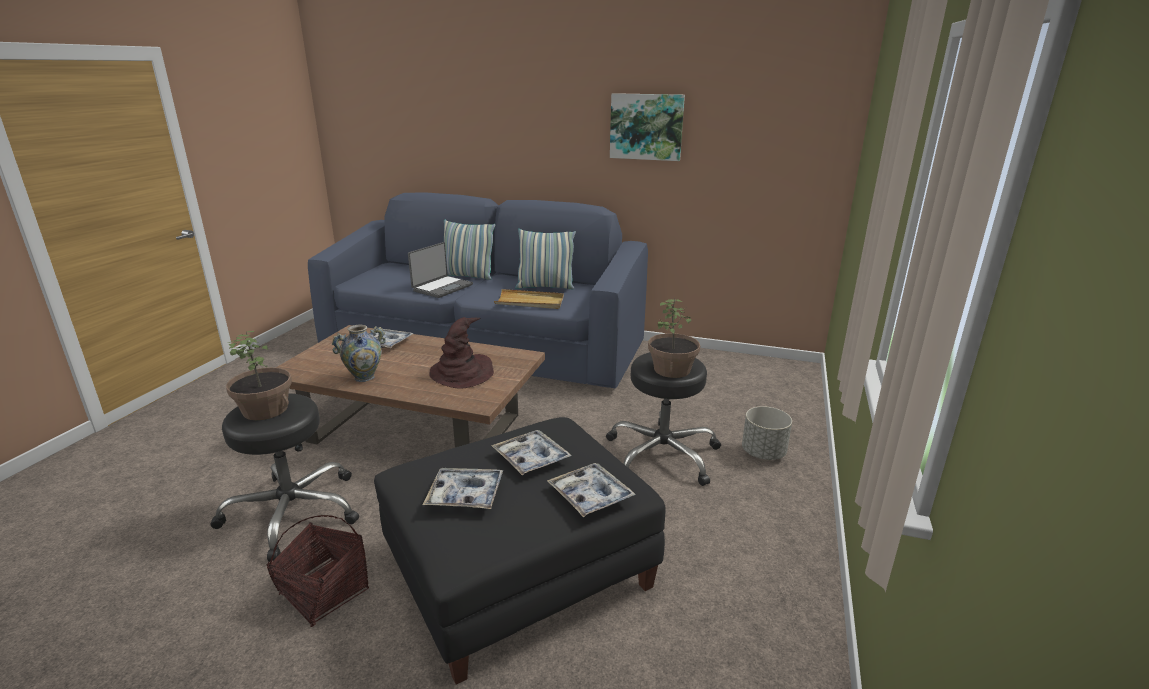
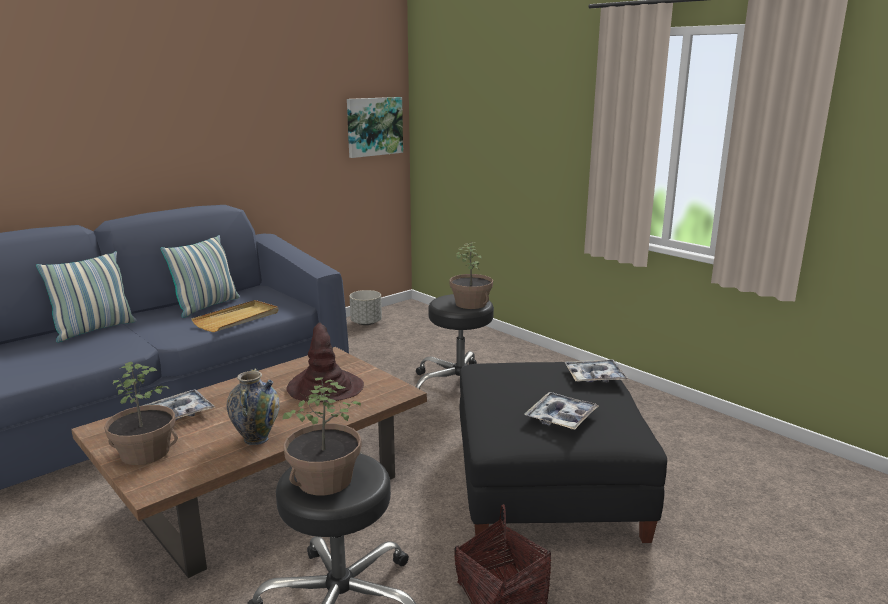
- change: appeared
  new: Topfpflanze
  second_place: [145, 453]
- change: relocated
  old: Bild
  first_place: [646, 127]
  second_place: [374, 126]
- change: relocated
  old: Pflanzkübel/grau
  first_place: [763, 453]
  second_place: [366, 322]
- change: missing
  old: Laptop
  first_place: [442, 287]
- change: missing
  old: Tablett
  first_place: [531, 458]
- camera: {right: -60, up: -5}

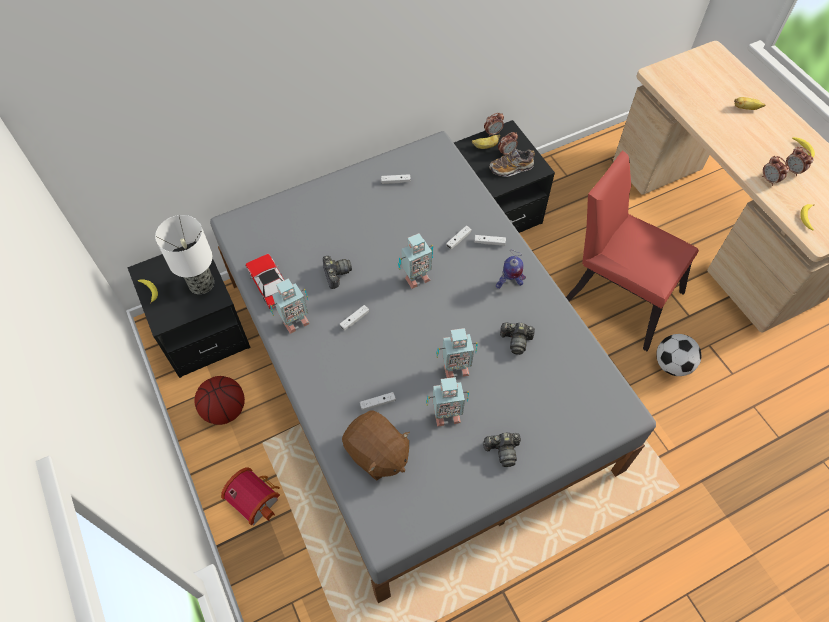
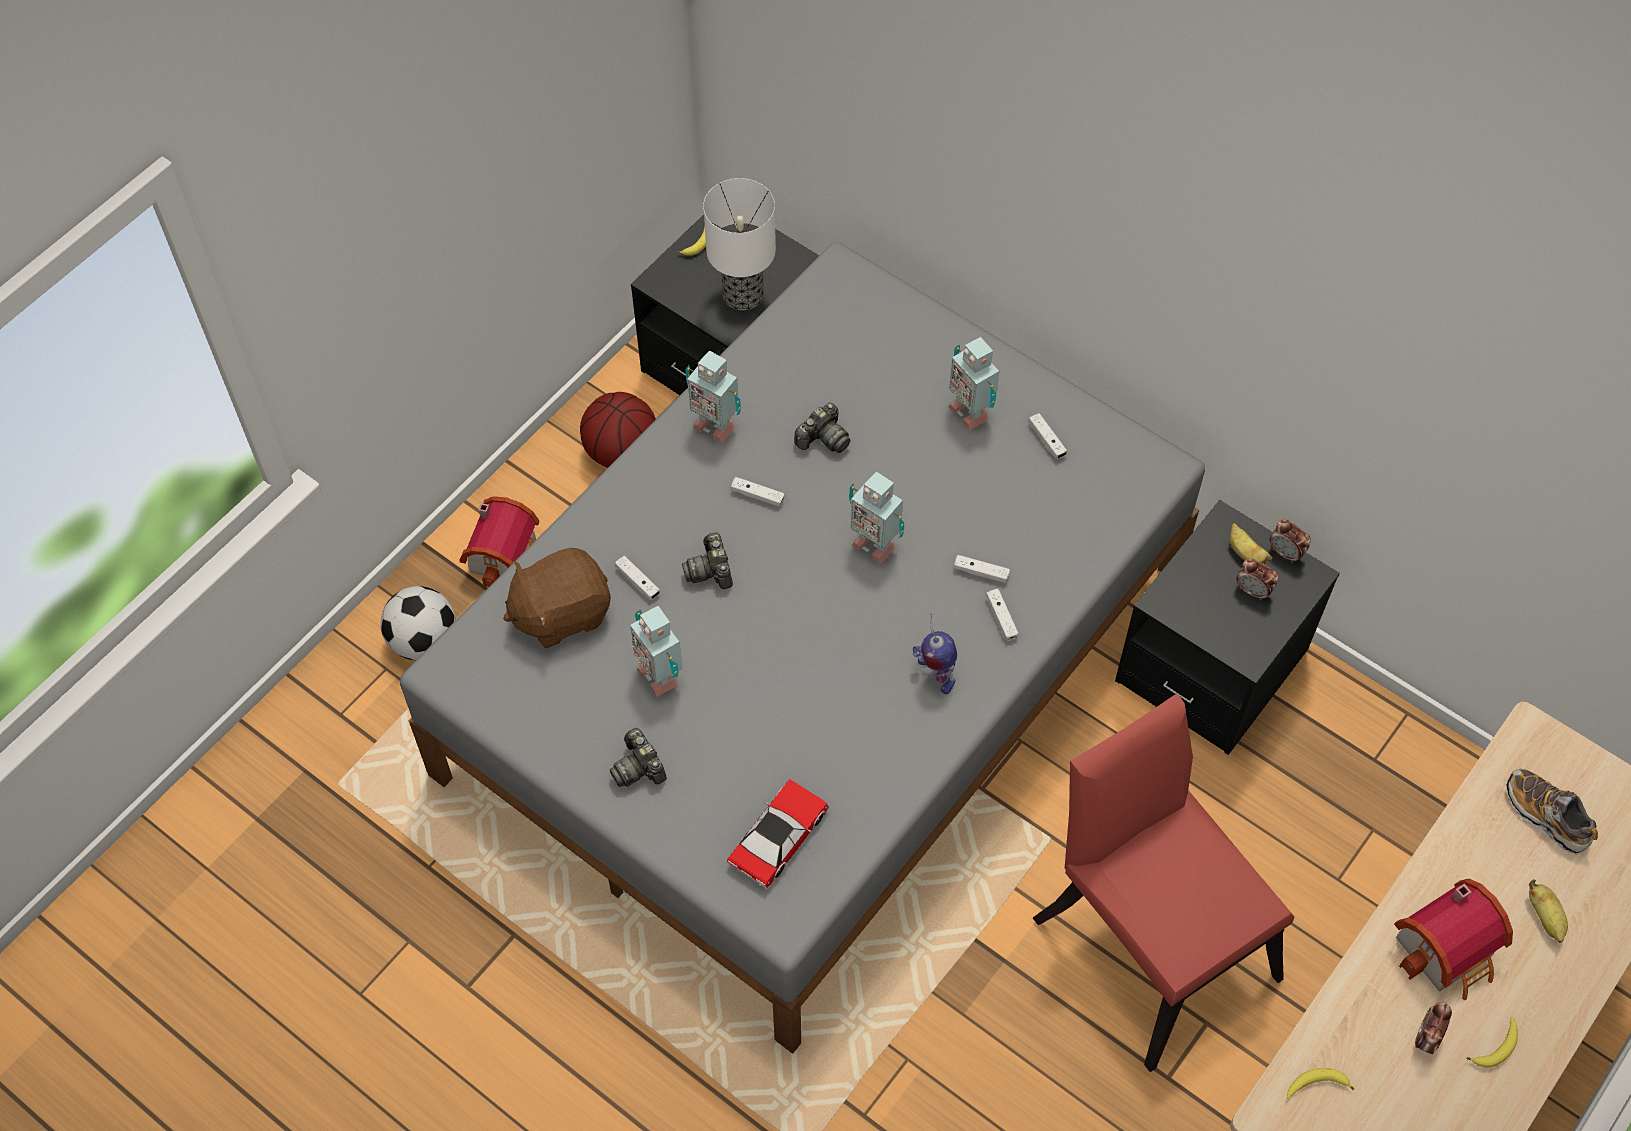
- change: relocated
  old: Fußball
  first_place: [672, 364]
  second_place: [424, 641]
- change: spun
  old: Plüschtier/braun
  first_place: [377, 453]
  second_place: [561, 612]
  degrees: 45
- change: relocated
  old: Kamera
  first_place: [516, 340]
  second_place: [710, 570]
- change: relocated
  old: Spielzeugauto
  first_place: [270, 284]
  second_place: [779, 837]
- change: relocated
  old: Spielzeugroboter
  first_place: [455, 368]
  second_place: [970, 411]
- change: spun
  old: Stuhl/rot
  first_place: [617, 292]
  second_place: [1149, 933]
  degrees: -45
- change: appeared
  new: Spielzeughaus
  second_place: [1449, 951]
- change: relocated
  old: Schuh
  first_place: [511, 168]
  second_place: [1546, 816]
- change: missing
  old: Wecker
  first_place: [769, 180]
- camera: {right: 65, up: 0}

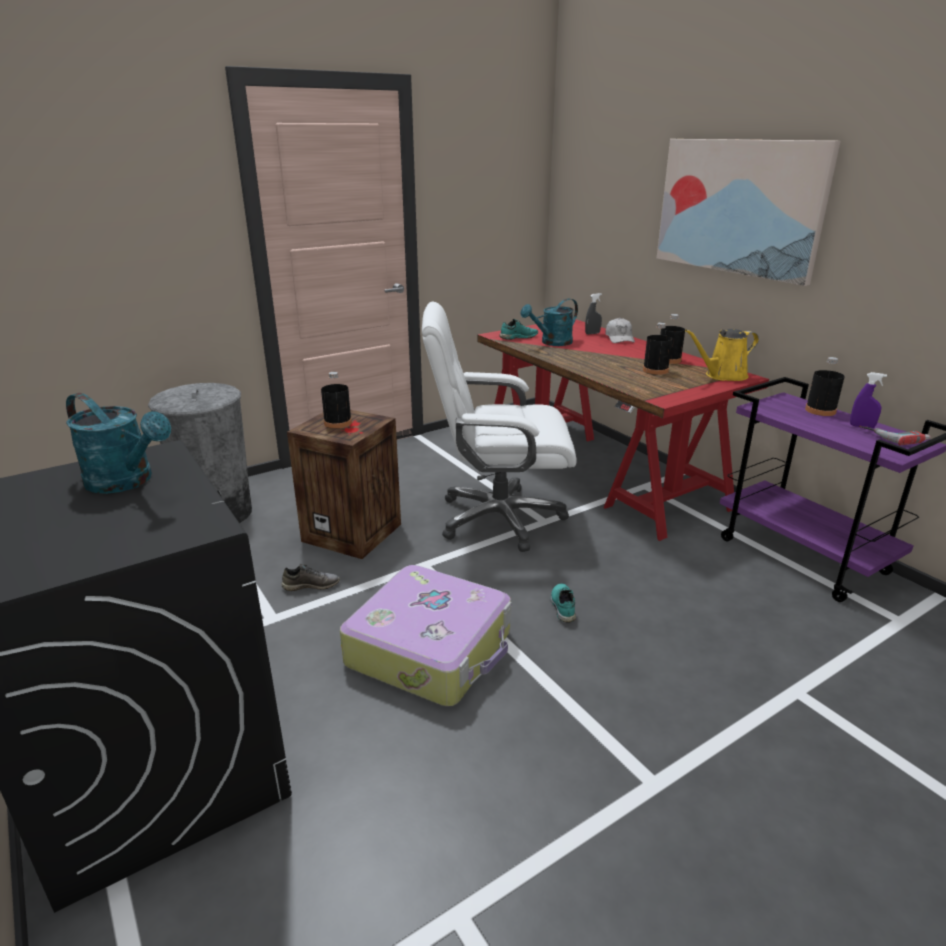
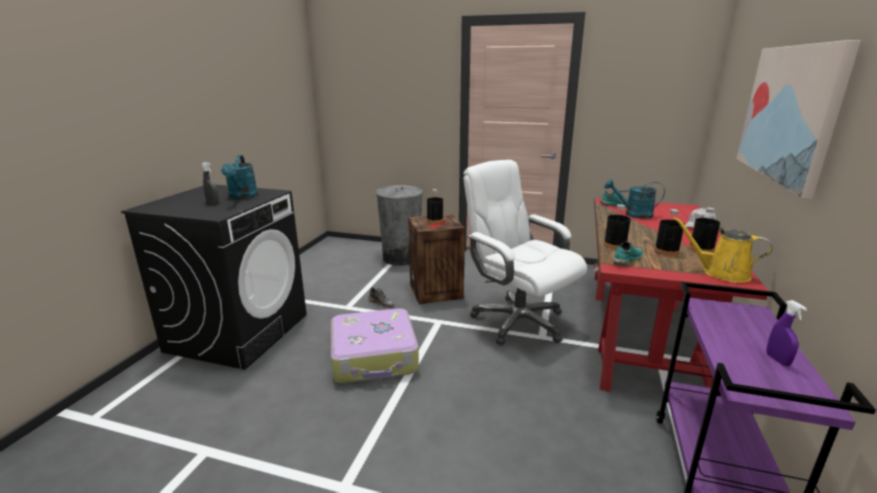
- change: relocated
  old: Sprühflasche/grau
  first_place: [592, 333]
  second_place: [213, 202]
- change: relocated
  old: Flasche/schwarz
  first_place: [820, 410]
  second_place: [615, 245]
- change: relocated
  old: Schuh/türkis
  first_place: [562, 606]
  second_place: [626, 259]
- change: missing
  old: Bohrmaschine
  first_place: [894, 436]
- camera: {right: 50, up: -5}

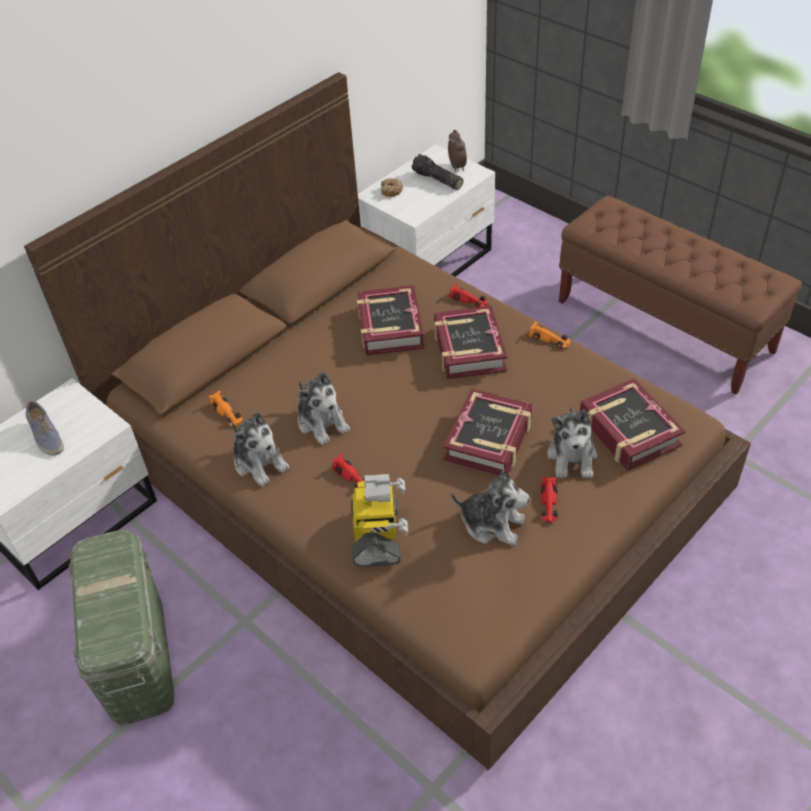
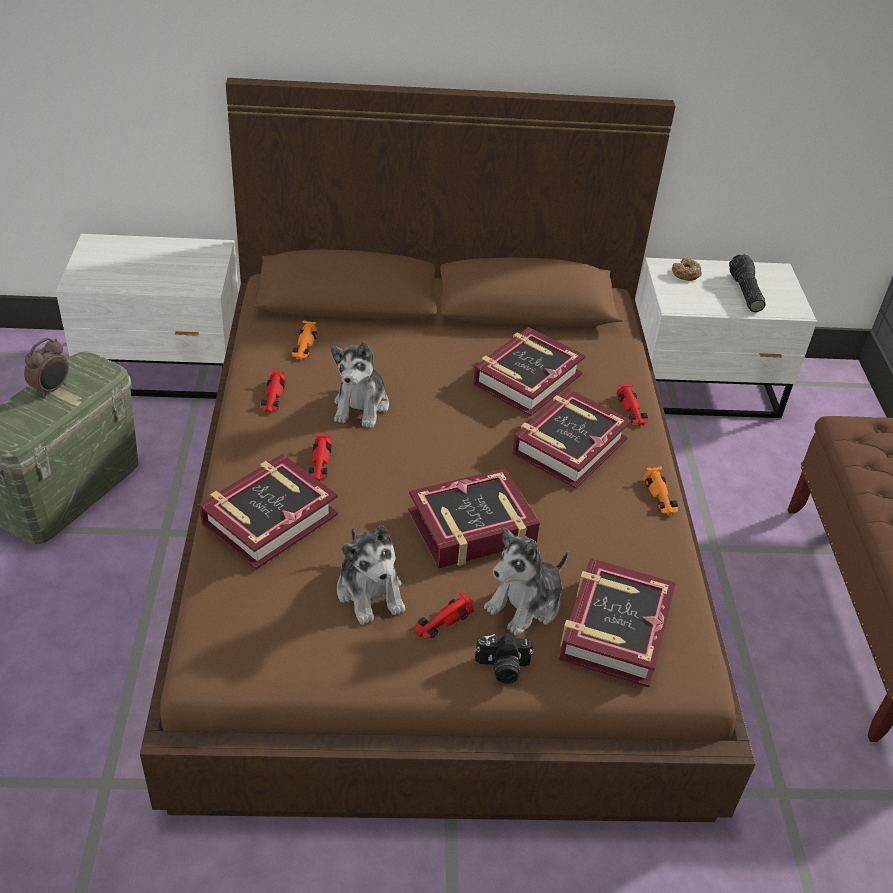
- change: relocated
  old: Wecker
  first_place: [457, 166]
  second_place: [52, 389]
- change: exchanged
  old: Spielzeugroboter
  new: Buch
  first_place: [378, 536]
  second_place: [269, 519]
- change: exchanged
  old: Plüschtier
  new: Spielzeugauto/rot
  first_place: [260, 462]
  second_place: [273, 397]
- change: appeared
  new: Kamera
  second_place: [502, 668]
- change: missing
  old: Schuh
  first_place: [45, 436]
- camera: {right: 40, up: -5}

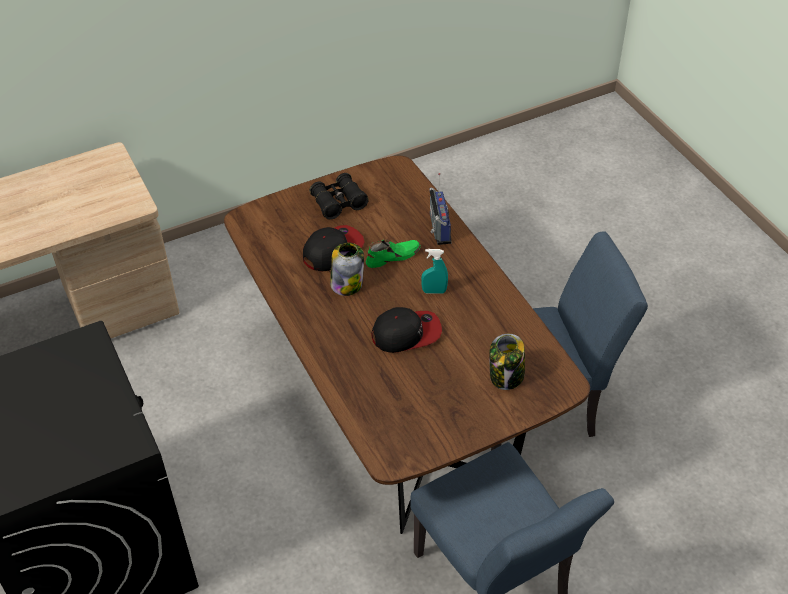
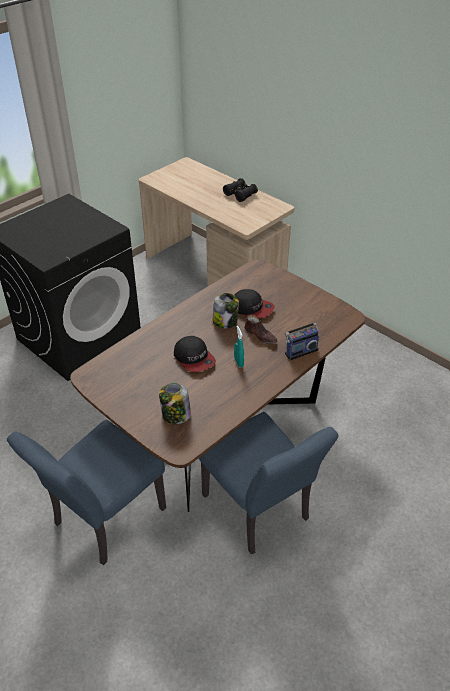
- change: relocated
  old: Fernglas/schwarz
  first_place: [339, 203]
  second_place: [240, 194]
- change: colour
  old: Schuh/grün
  new: Schuh/braun
  first_place: [392, 256]
  second_place: [261, 335]
- camera: {right: 70, up: -5}

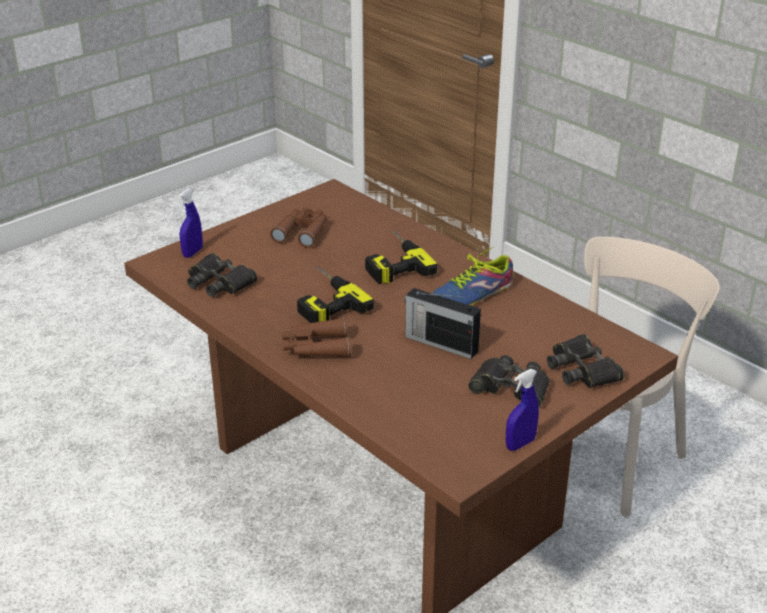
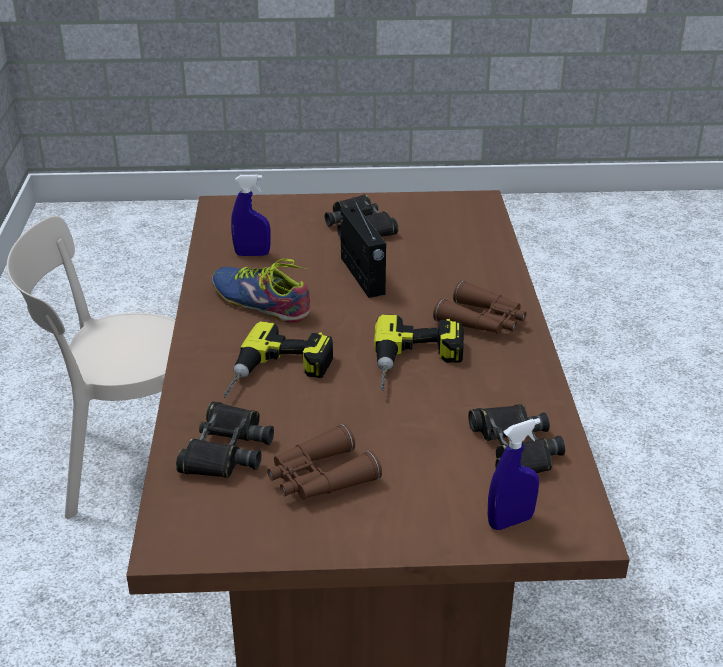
- change: relocated
  old: Fernglas/schwarz
  first_place: [582, 369]
  second_place: [226, 450]
- change: spun
  old: Schuh
  first_place: [473, 295]
  second_place: [260, 302]
  degrees: -150
- change: relocated
  old: Sprühflasche/blau
  first_place: [520, 444]
  second_place: [252, 254]
- camera: {right: -140, up: 0}

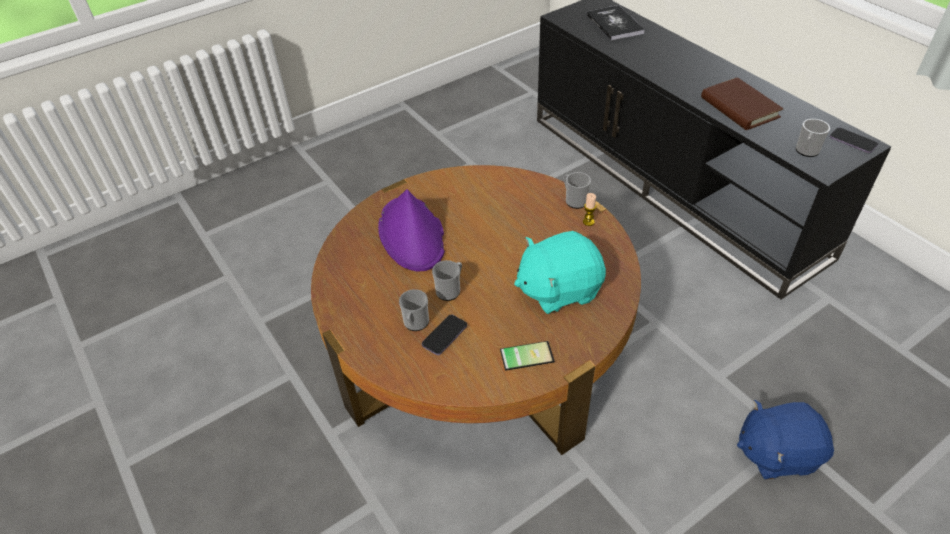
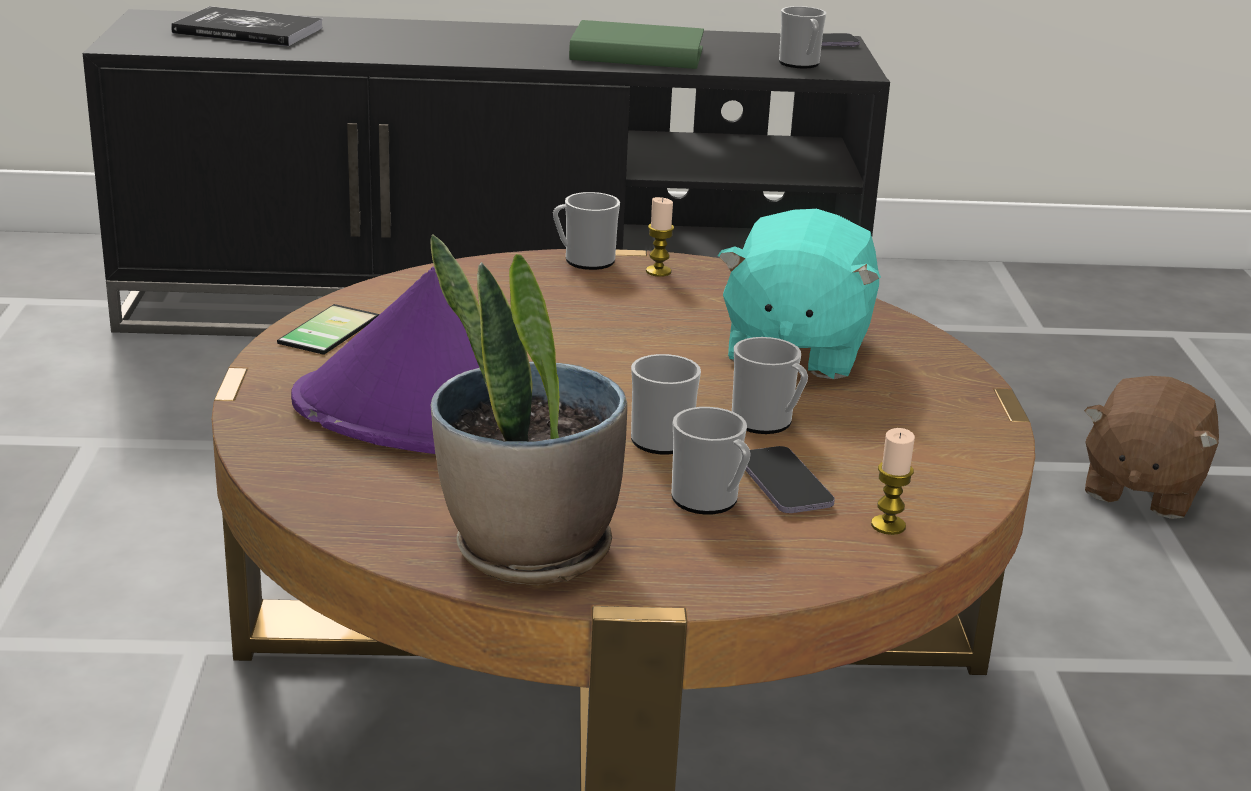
- change: relocated
  old: Handy
  first_place: [526, 353]
  second_place: [324, 329]
- change: appeared
  new: Topfpflanze
  second_place: [528, 551]
- change: colour
  old: Buch/braun
  new: Buch/grün
  first_place: [739, 107]
  second_place: [637, 54]
- change: appeared
  new: Henkelbecher
  second_place: [767, 423]
- change: appeared
  new: Kerze
  second_place: [888, 525]
- change: colour
  old: Plüschtier/blau
  new: Plüschtier/braun
  first_place: [776, 453]
  second_place: [1140, 489]
- camera: {right: -60, up: -20}

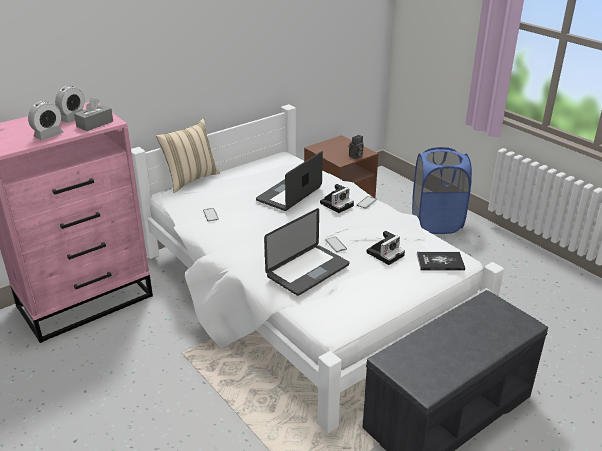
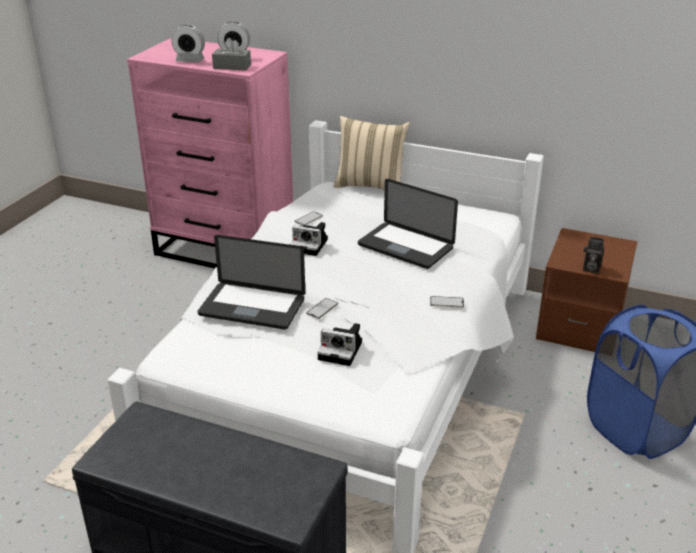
- change: relocated
  old: Kamera
  first_place: [337, 204]
  second_place: [310, 245]
- change: spun
  old: Laptop
  first_place: [289, 194]
  second_place: [405, 247]
  degrees: -150
- change: missing
  old: Buch
  first_place: [440, 262]
- camera: {right: 60, up: 0}

